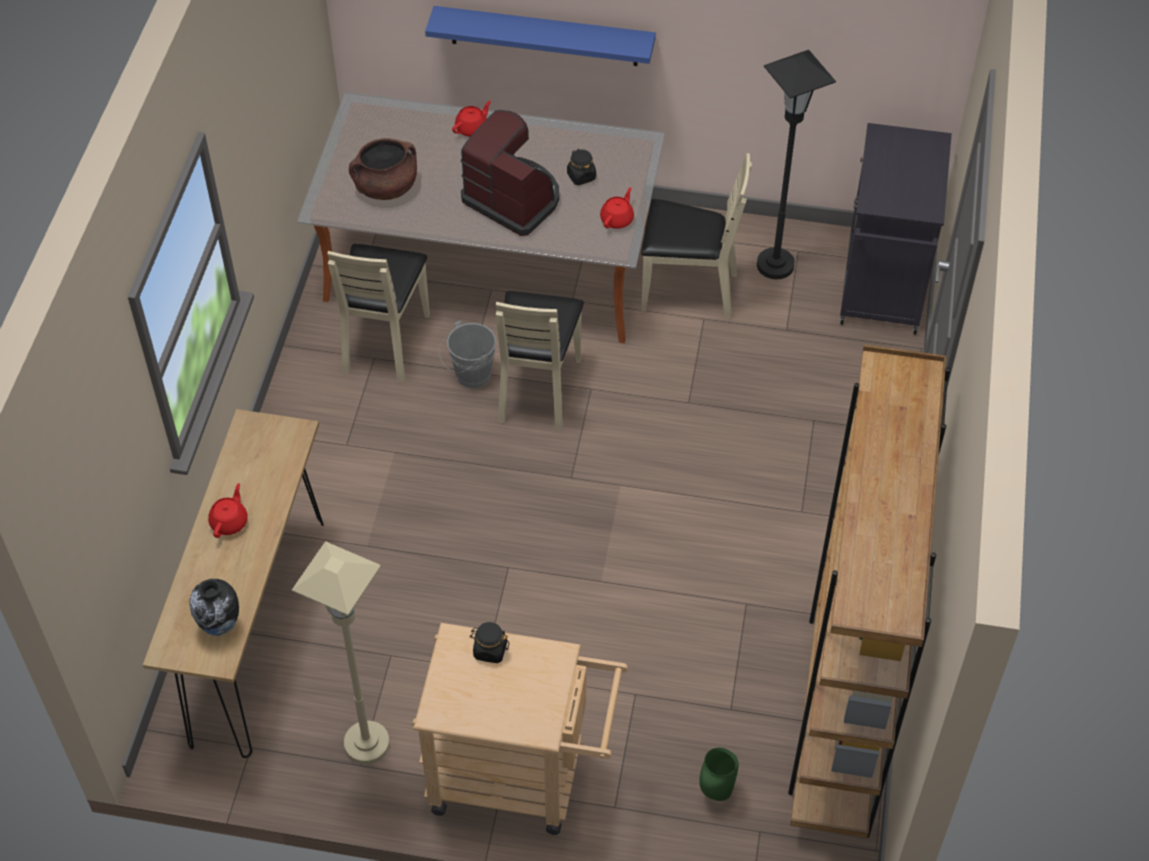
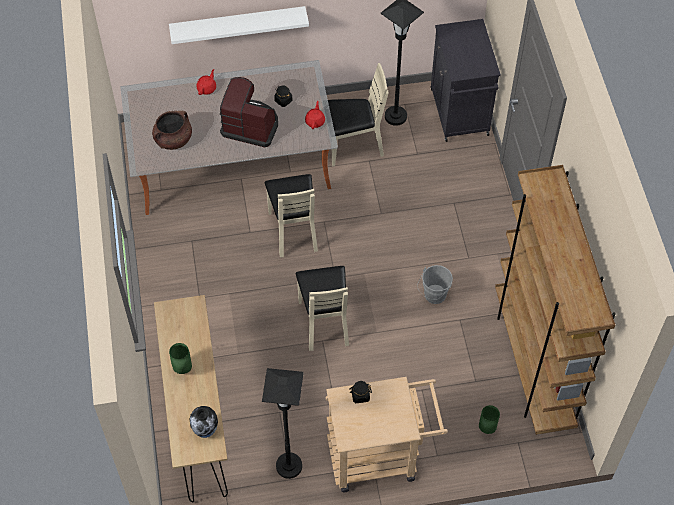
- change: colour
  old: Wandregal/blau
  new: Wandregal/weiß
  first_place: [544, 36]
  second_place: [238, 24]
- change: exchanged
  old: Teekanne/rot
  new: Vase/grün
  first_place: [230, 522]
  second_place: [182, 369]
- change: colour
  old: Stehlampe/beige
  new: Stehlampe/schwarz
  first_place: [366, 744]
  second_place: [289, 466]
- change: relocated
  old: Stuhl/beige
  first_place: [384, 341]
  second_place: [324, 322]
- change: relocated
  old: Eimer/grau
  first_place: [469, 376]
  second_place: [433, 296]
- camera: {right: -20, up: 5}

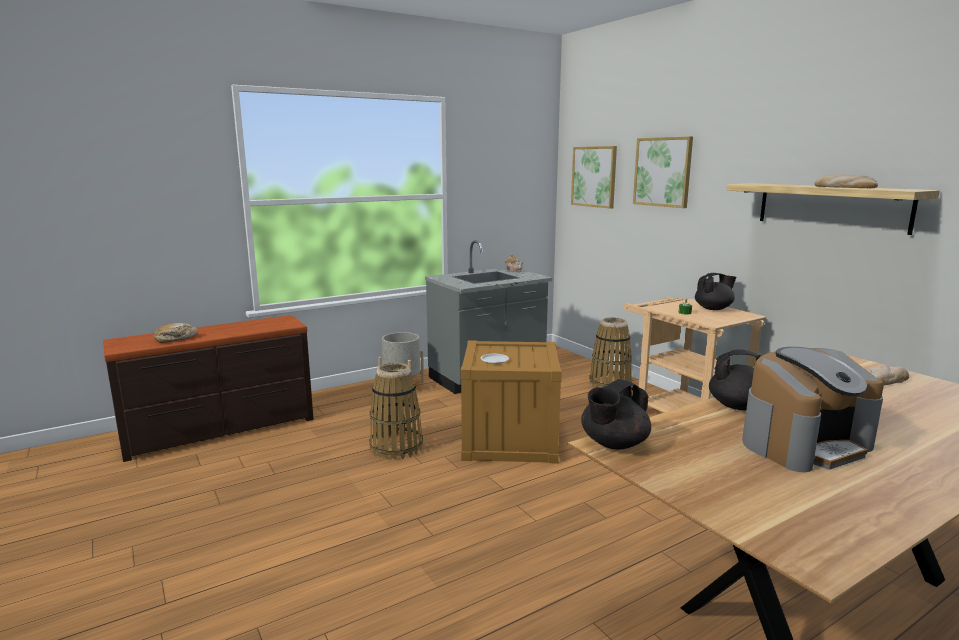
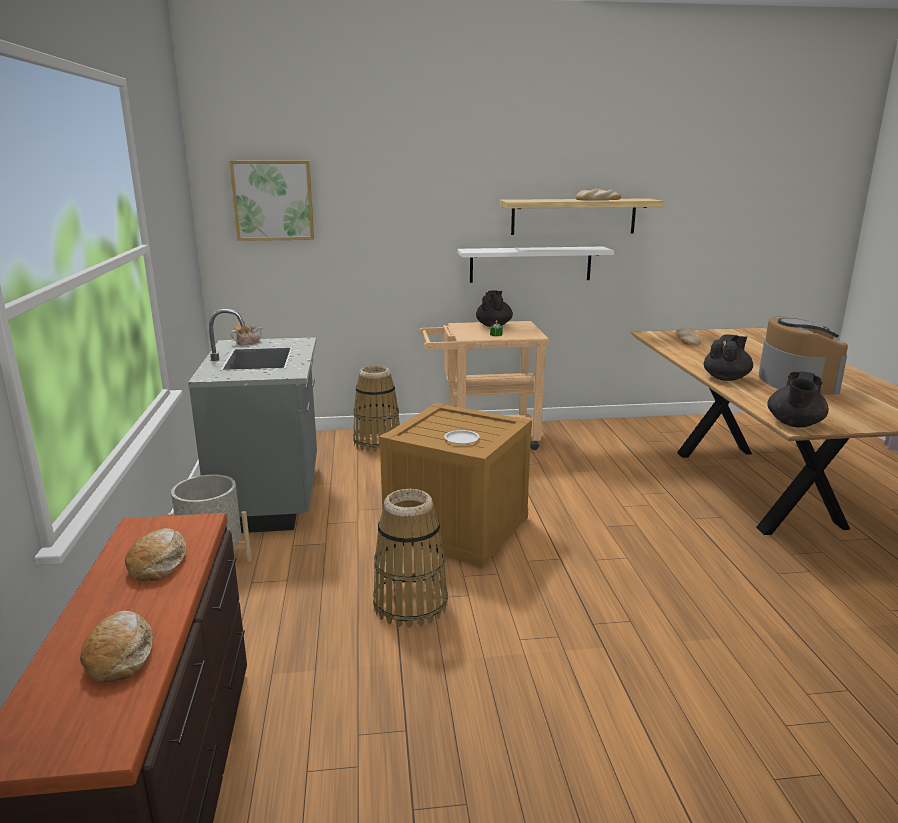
- change: appeared
  new: Brot
  second_place: [159, 563]
- change: appeared
  new: Wandregal/weiß
  second_place: [530, 264]
- change: spun
  old: Teekanne/schwarz
  first_place: [613, 444]
  second_place: [794, 424]
  degrees: 45
- change: missing
  old: Bild
  first_place: [662, 172]
- camera: {right: -65, up: 5}

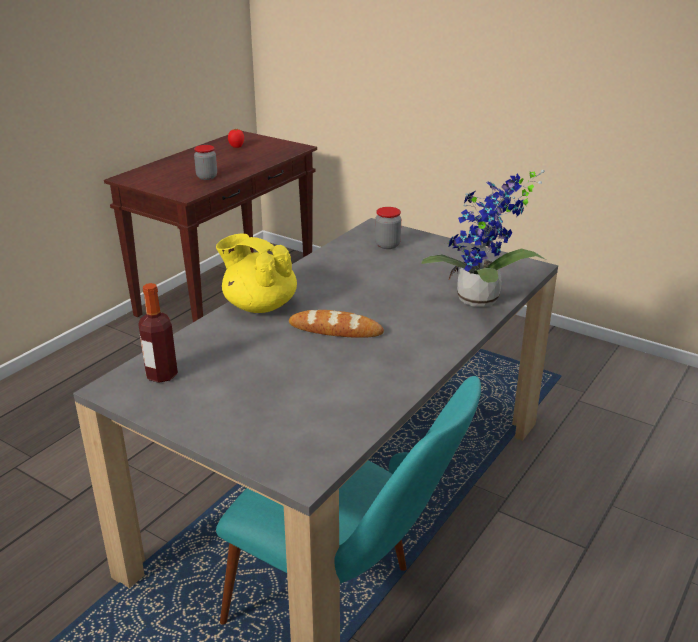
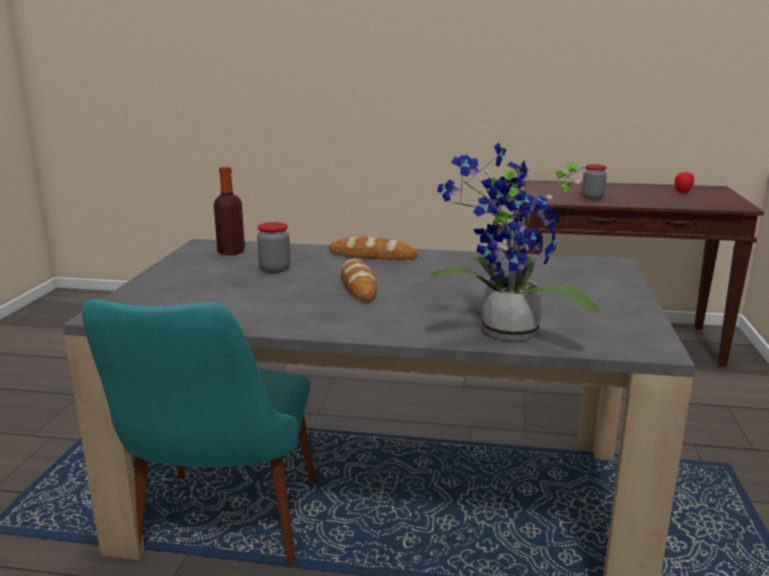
- change: relocated
  old: Vorratsglas
  first_place: [387, 245]
  second_place: [275, 269]
- change: exchanged
  old: Teekanne/gelb
  new: Brot
  first_place: [259, 305]
  second_place: [372, 255]
- camera: {right: 65, up: -10}

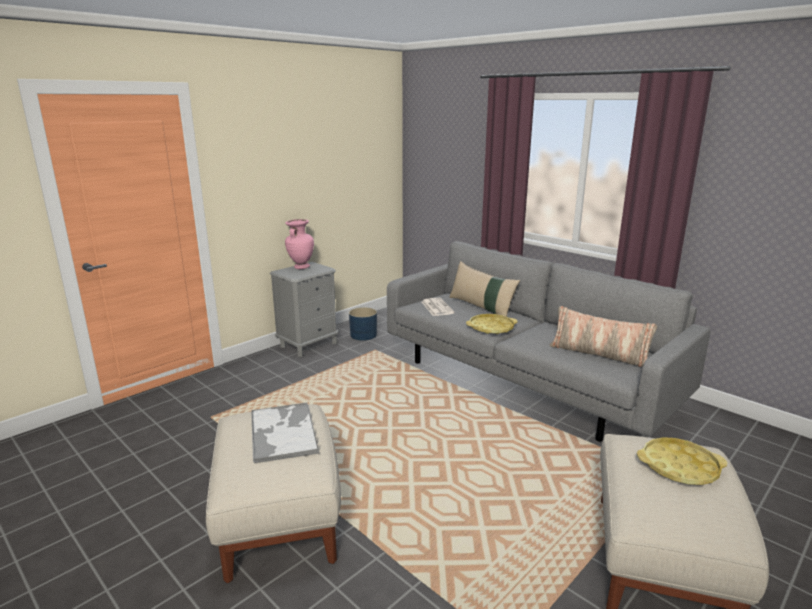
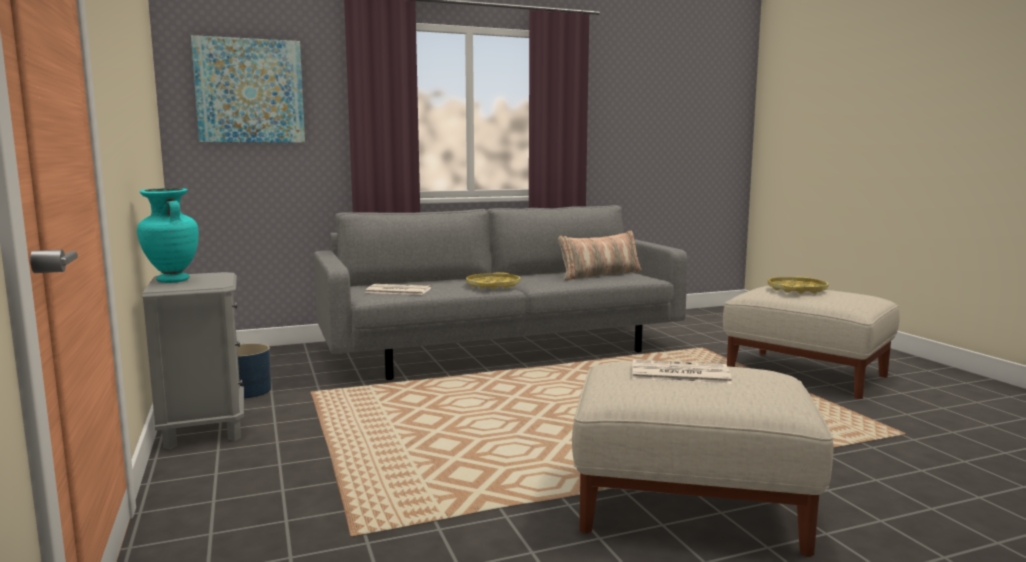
- change: colour
  old: Vase/rosa
  new: Vase/türkis
  first_place: [301, 267]
  second_place: [172, 280]
- change: appeared
  new: Bild
  second_place: [250, 91]
- change: exchanged
  old: Tablett
  new: Zeitung
  first_place: [283, 432]
  second_place: [678, 374]
- change: missing
  old: Kissen/beige
  first_place: [481, 307]
- camera: {right: -65, up: -10}

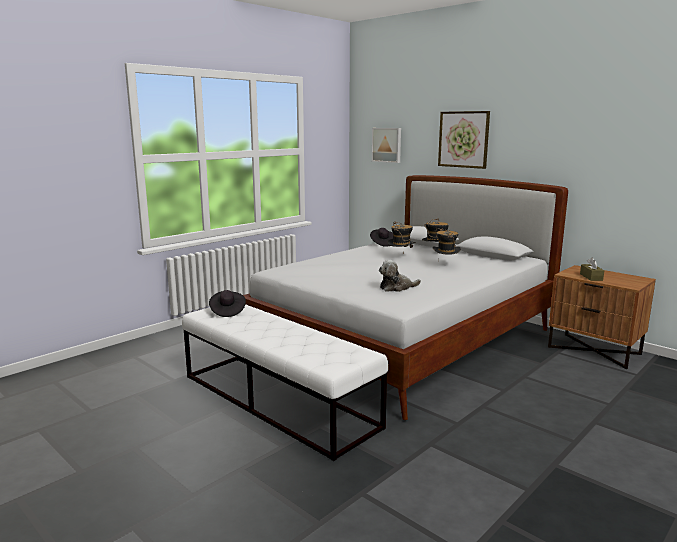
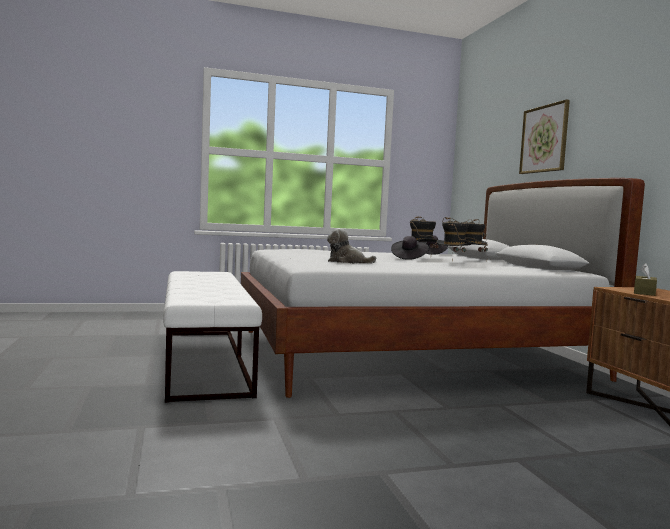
- change: relocated
  old: Hut/schwarz
  first_place: [227, 311]
  second_place: [408, 258]
- change: missing
  old: Bild
  first_place: [387, 145]
- camera: {right: 30, up: -10}

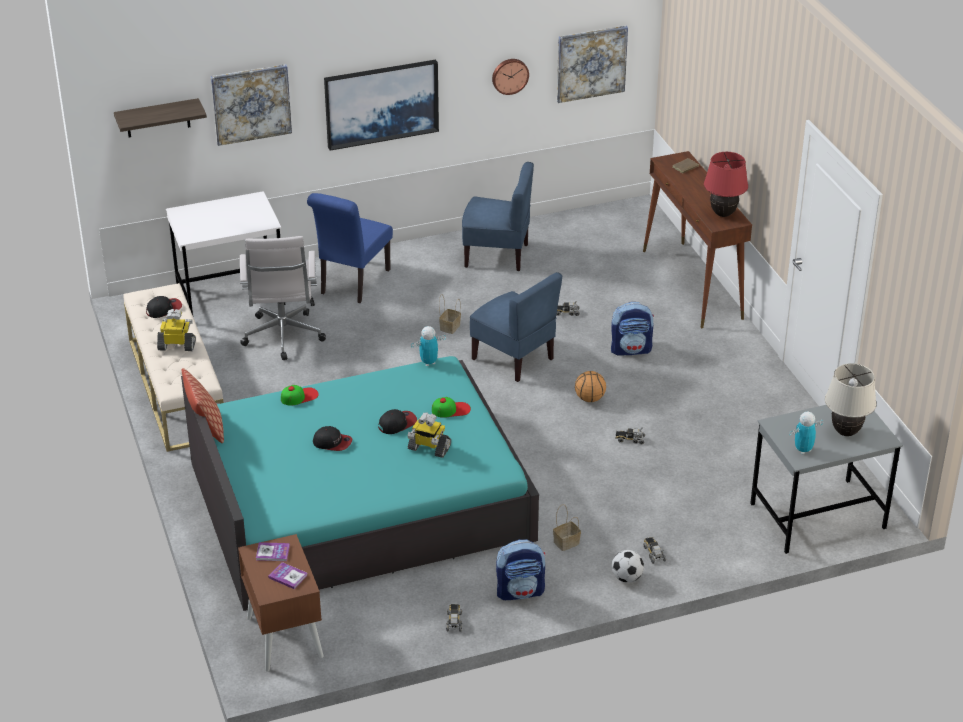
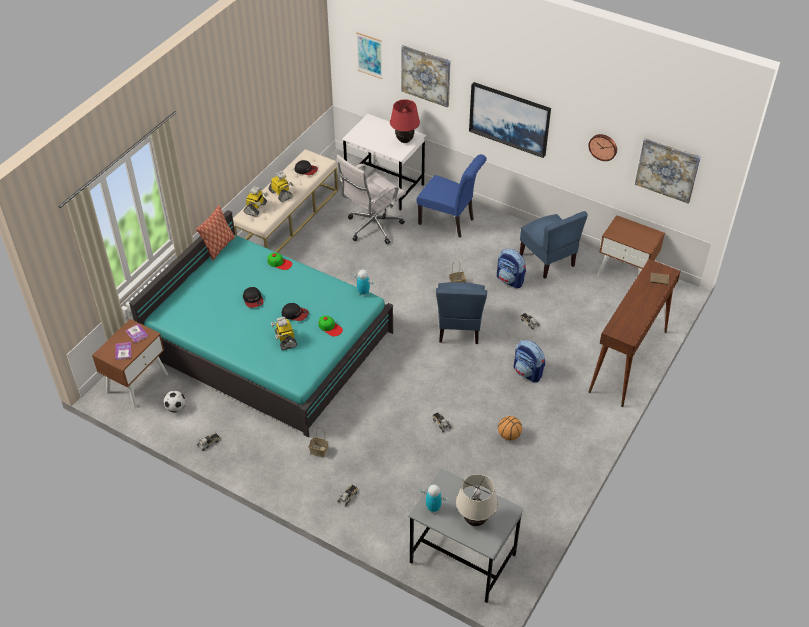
- change: relocated
  old: Fußball
  first_place: [626, 578]
  second_place: [176, 408]
- change: appeared
  new: Spielzeugroboter
  second_place: [256, 208]
- change: exchanged
  old: Wandregal
  new: Bild
  first_place: [158, 118]
  second_place: [369, 55]
- change: relocated
  old: Tischlampe/rot
  first_place: [723, 214]
  second_place: [404, 140]
- change: spun
  old: Stuhl/blau
  first_place: [352, 284]
  second_place: [449, 222]
  degrees: -135
- change: relocated
  old: Rucksack
  first_place: [520, 591]
  second_place: [510, 280]
- change: relocated
  old: Basketball
  first_place: [590, 399]
  second_place: [509, 435]
- change: appeared
  new: Nachttisch/braun
  second_place: [625, 274]
- camera: {right: 50, up: 10}

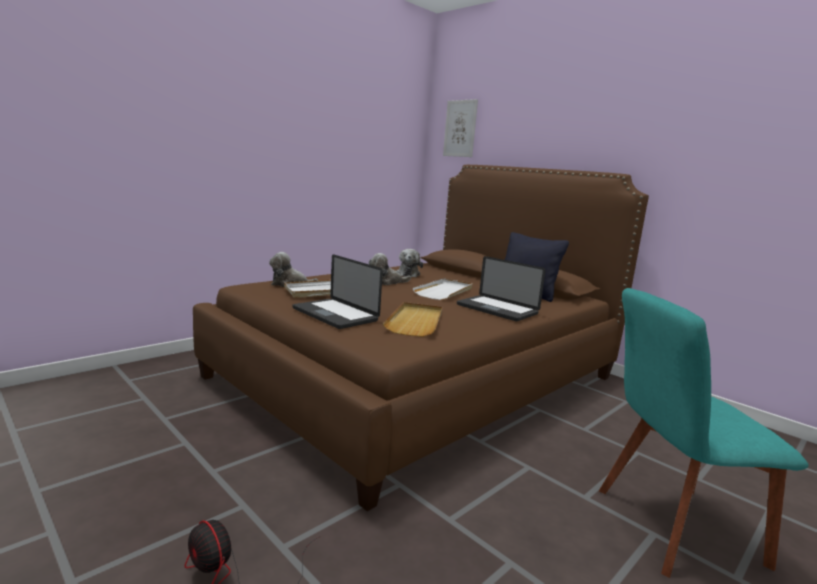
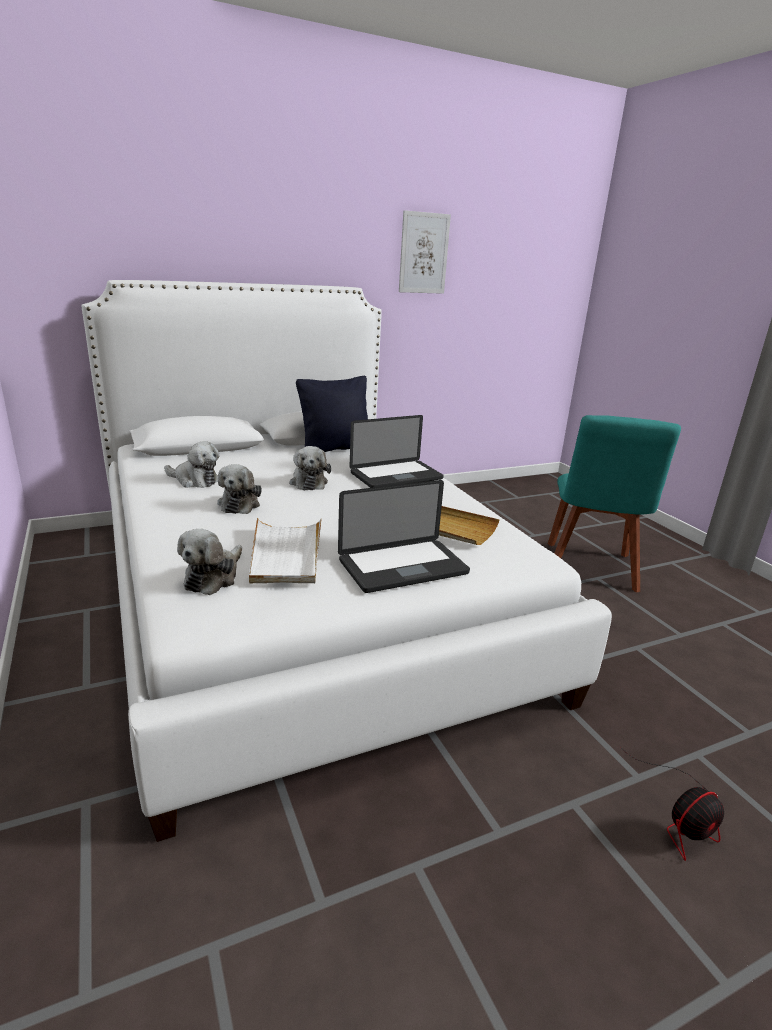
- change: colour
  old: Bett/braun
  new: Bett/weiß
  first_place: [420, 377]
  second_place: [302, 599]
- change: exchanged
  old: Tablett/weiß
  new: Plüschtier
  first_place: [444, 291]
  second_place: [308, 482]
- change: relocated
  old: Bild
  first_place: [460, 128]
  second_place: [423, 253]
- camera: {right: -70, up: 10}

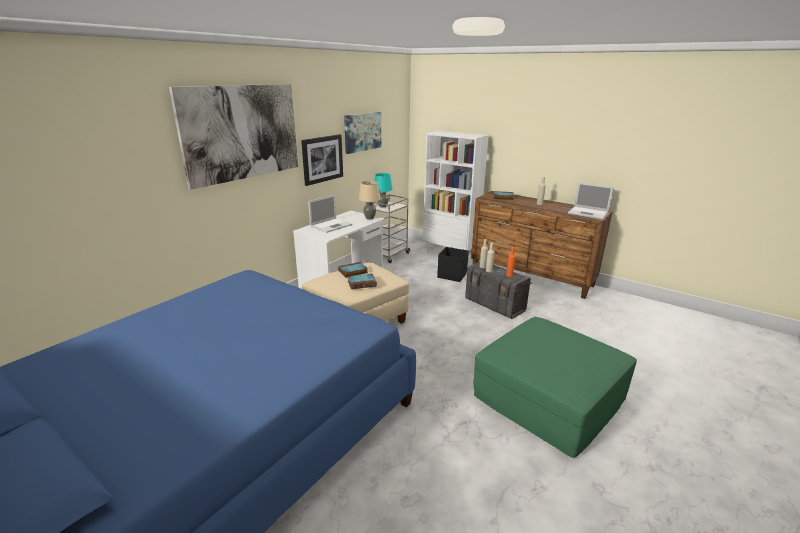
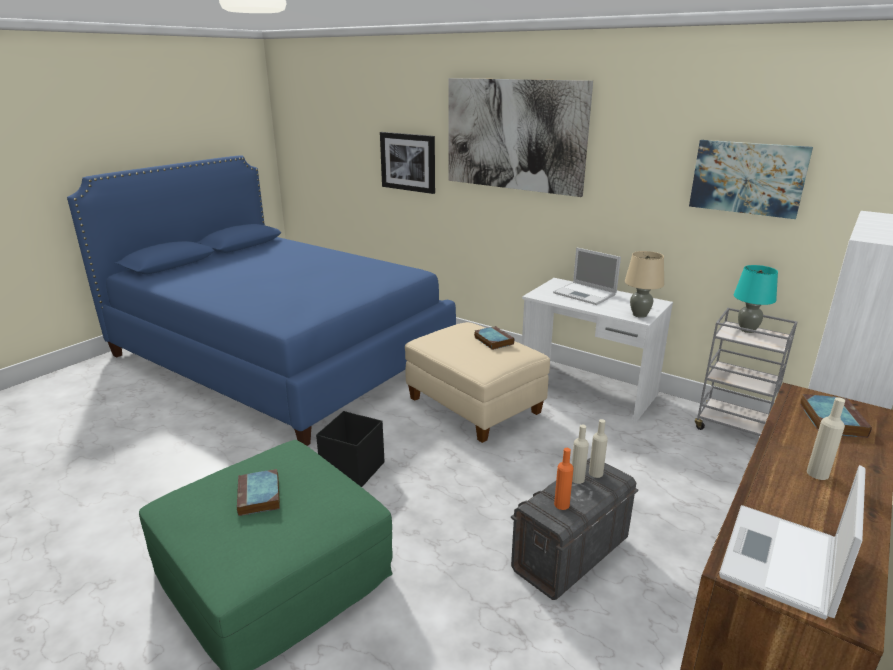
- change: relocated
  old: Buch
  first_place: [362, 283]
  second_place: [259, 496]
- change: relocated
  old: Aufbewahrungsbox/schwarz
  first_place: [452, 275]
  second_place: [352, 470]
- change: relocated
  old: Bild
  first_place: [322, 159]
  second_place: [408, 162]
- camera: {right: 90, up: 0}

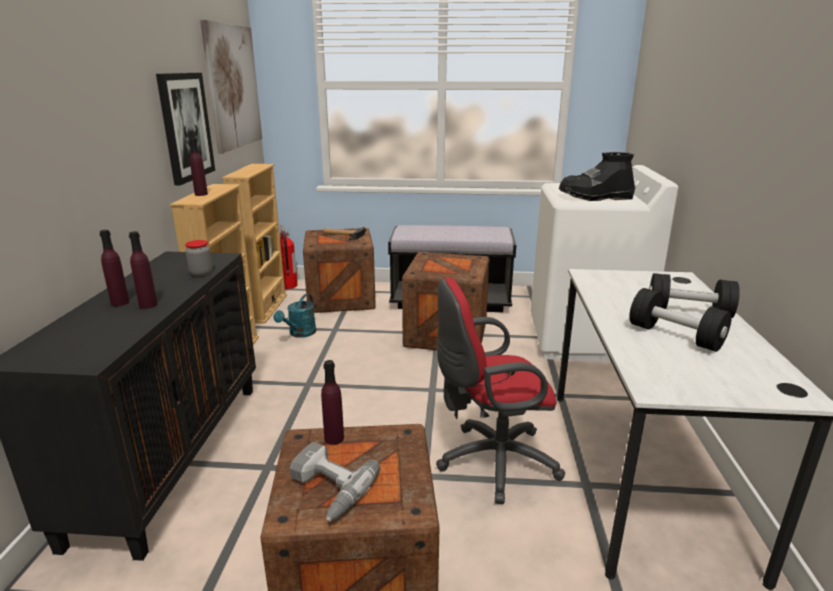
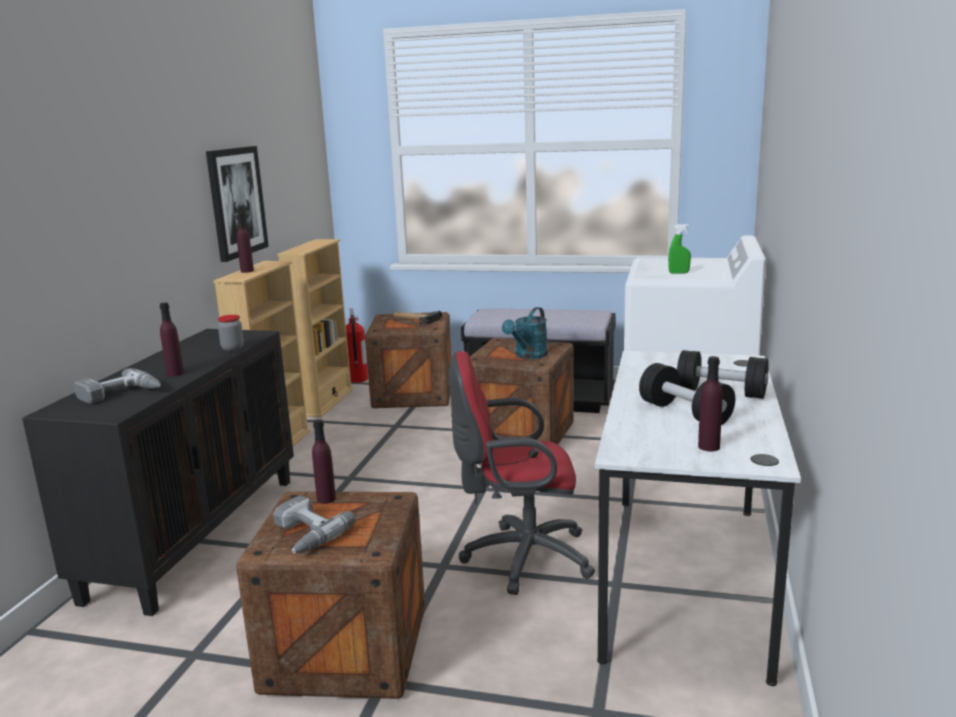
- change: appeared
  new: Bohrmaschine
  second_place: [121, 394]
- change: relocated
  old: Gießkanne/türkis
  first_place: [300, 334]
  second_place: [528, 356]
- change: exchanged
  old: Stiefel/schwarz
  new: Sprühflasche/grün
  first_place: [595, 197]
  second_place: [678, 273]
- change: relocated
  old: Flasche/lila
  first_place: [120, 303]
  second_place: [708, 447]
- change: missing
  old: Bild
  first_place: [233, 87]
- camera: {right: 10, up: -5}

